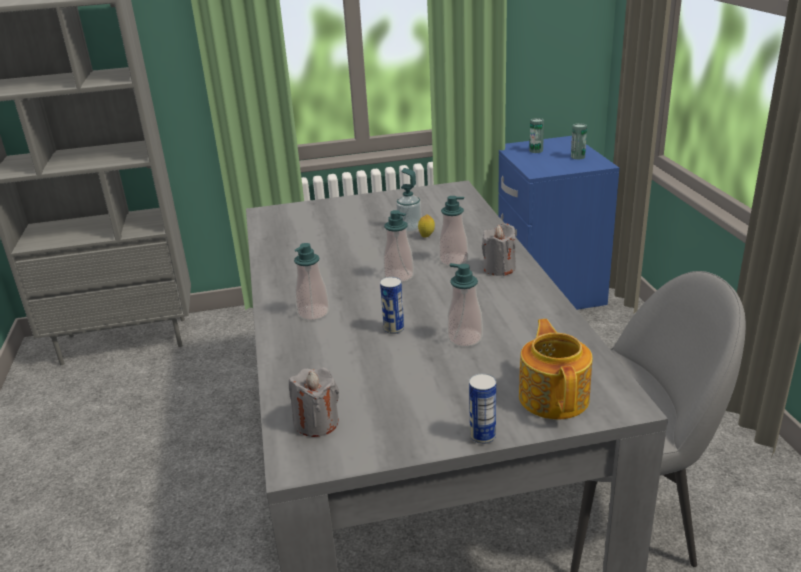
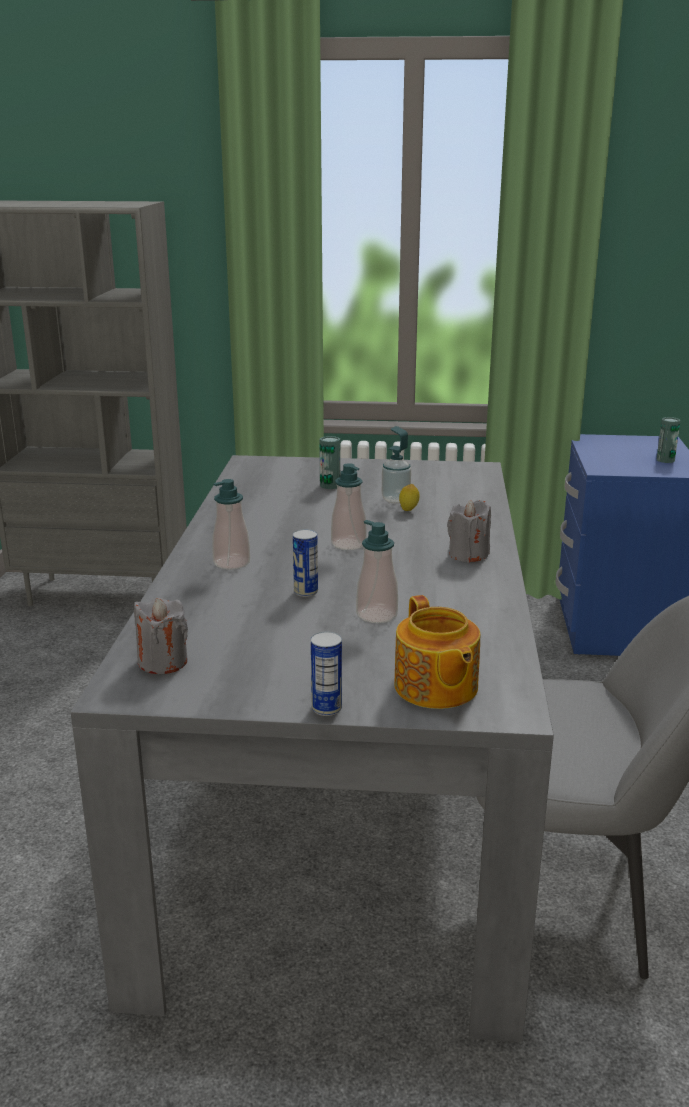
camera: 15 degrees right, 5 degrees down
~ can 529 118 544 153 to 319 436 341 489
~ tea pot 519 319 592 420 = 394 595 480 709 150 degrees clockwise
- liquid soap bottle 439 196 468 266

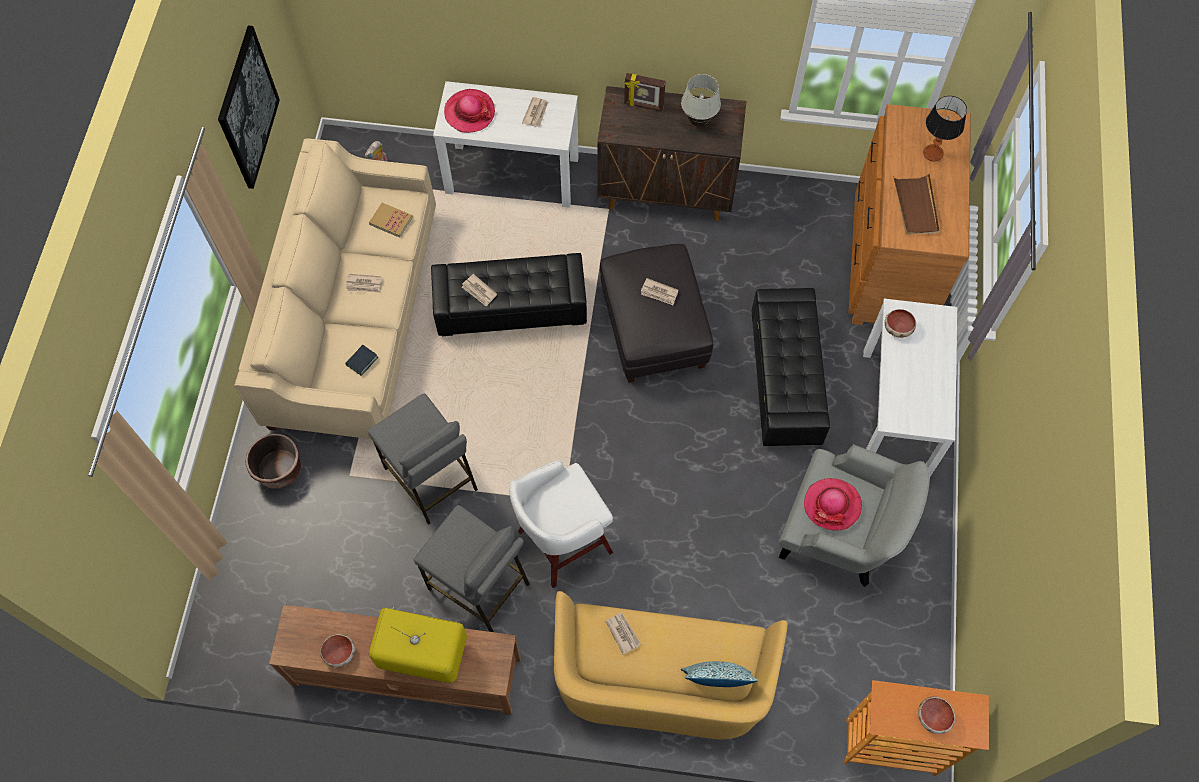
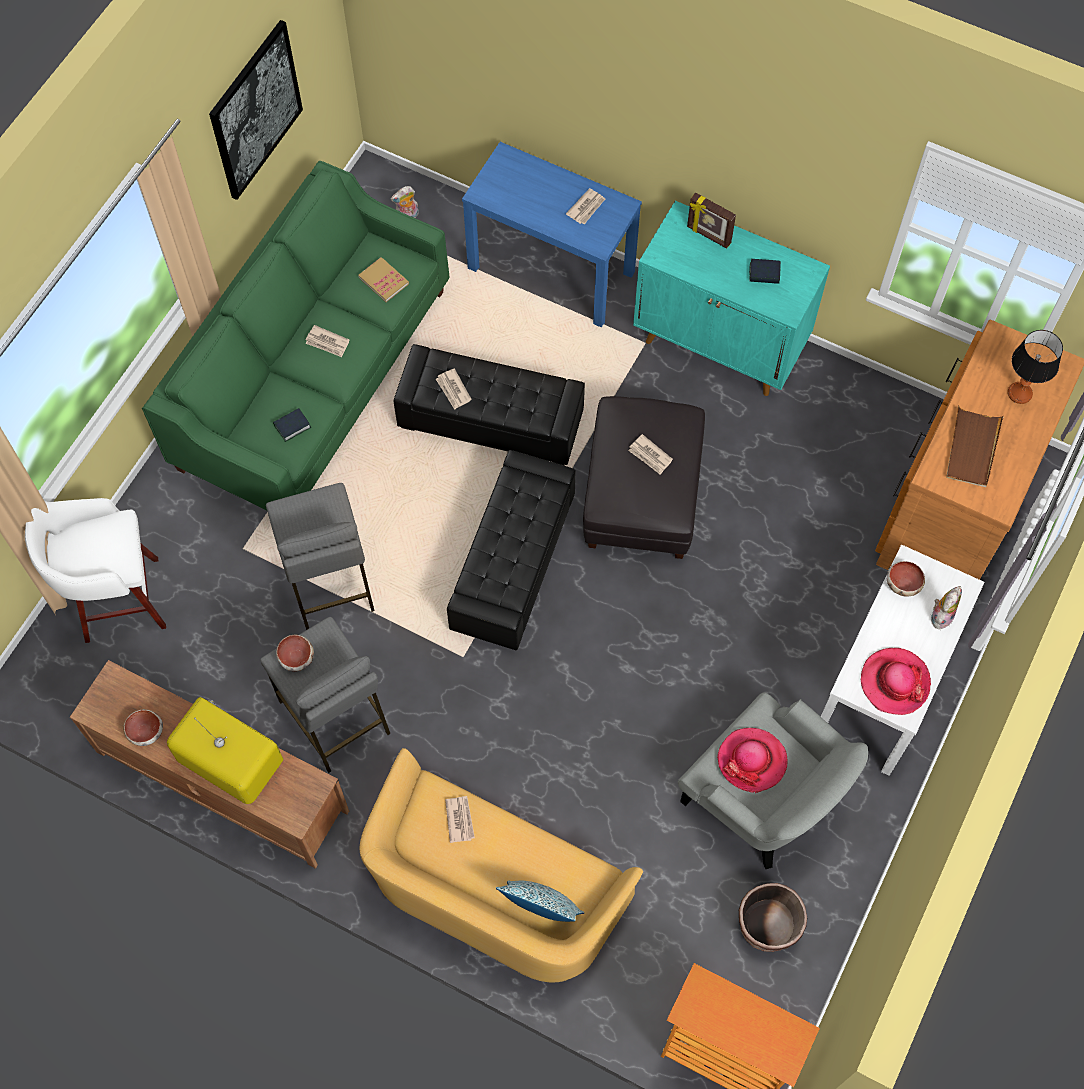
camera: 20 degrees right, 0 degrees up
~ whitish stool 509 460 613 588 to 25 498 166 643
~ beige sofa 234 139 436 439 to green sofa 142 161 449 510
~ bowl 918 696 955 734 to 276 635 314 671
~ black-coloured ottoman 752 288 830 446 to 447 450 576 650
~ whitish narrow table 433 81 579 208 to bluish narrow table 462 142 642 328
~ brown cabinet 597 86 746 221 to blue-green cabinet 633 201 830 396
~ brown planter 245 433 301 488 to 739 883 807 952
~ whitish tabletop lamp 681 74 721 127 to book 749 259 781 284
~ wearable hat 444 89 495 133 to 861 648 931 715
+ cuddly toy 931 586 962 629

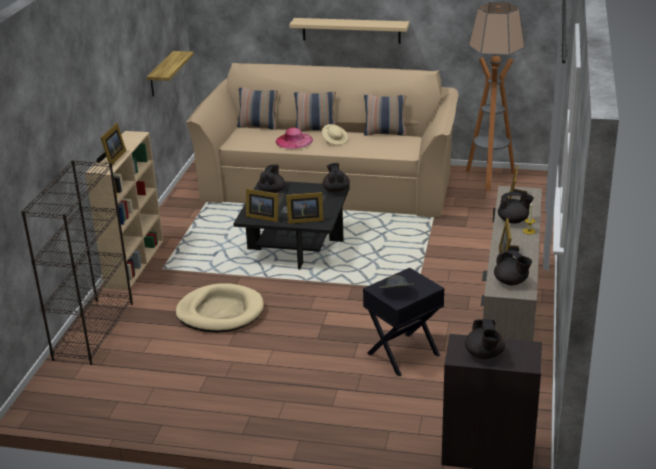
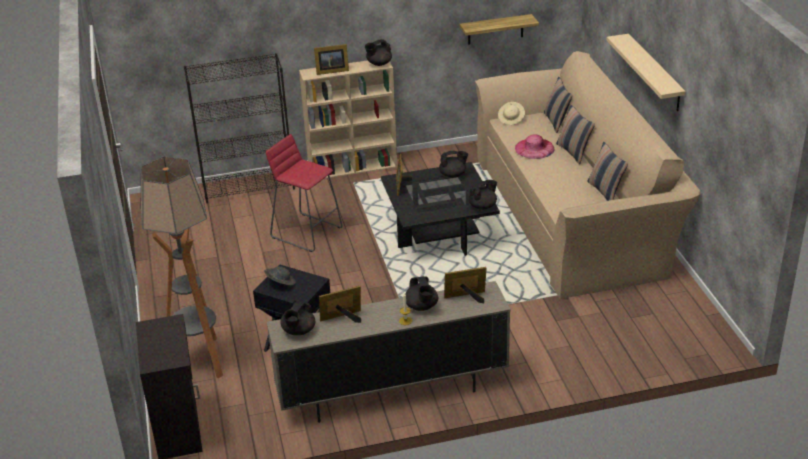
camera: 65 degrees right, 5 degrees up
~ standing lamp 466 2 525 191 to 141 156 223 378
~ beige dog bed 175 283 264 333 to reddish stool 266 134 343 252
~ black-coloured tea pot 465 319 505 359 to 365 39 392 66
~ beige wearable hat 322 124 348 145 to 498 102 525 125
- photo frame 286 192 324 224

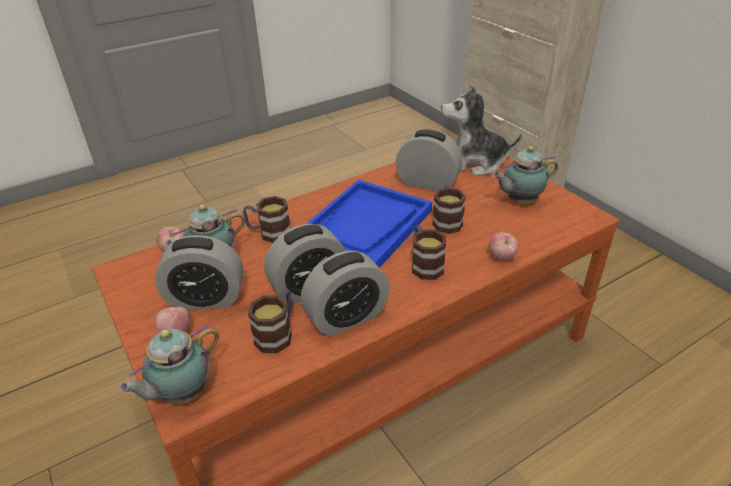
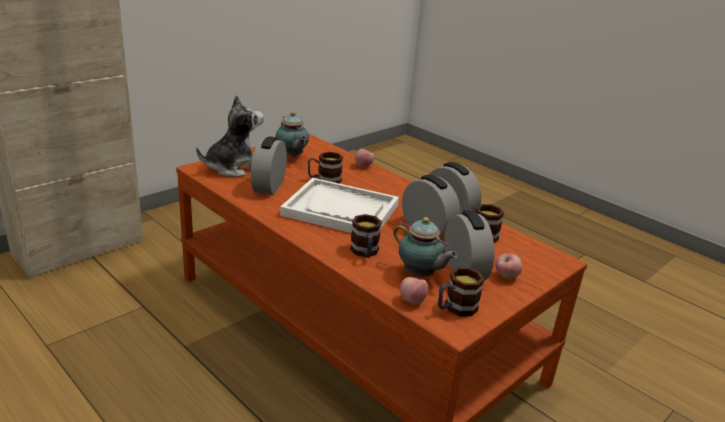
camera: 105 degrees left, 10 degrees down
~ cuddly toy 441 85 522 176 = 196 95 264 177 120 degrees counterclockwise
~ bluish tray 306 179 432 268 to whitish tray 280 178 399 233
~ coffee mug 412 225 446 280 to 438 267 484 316
- tea pot 119 324 219 405

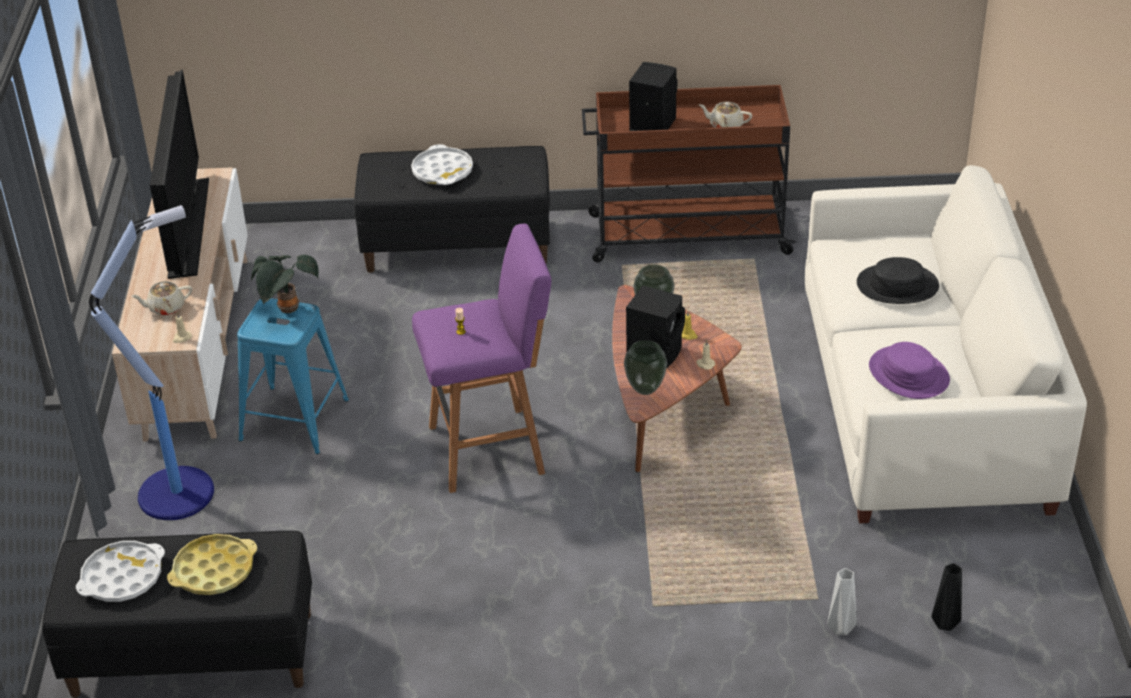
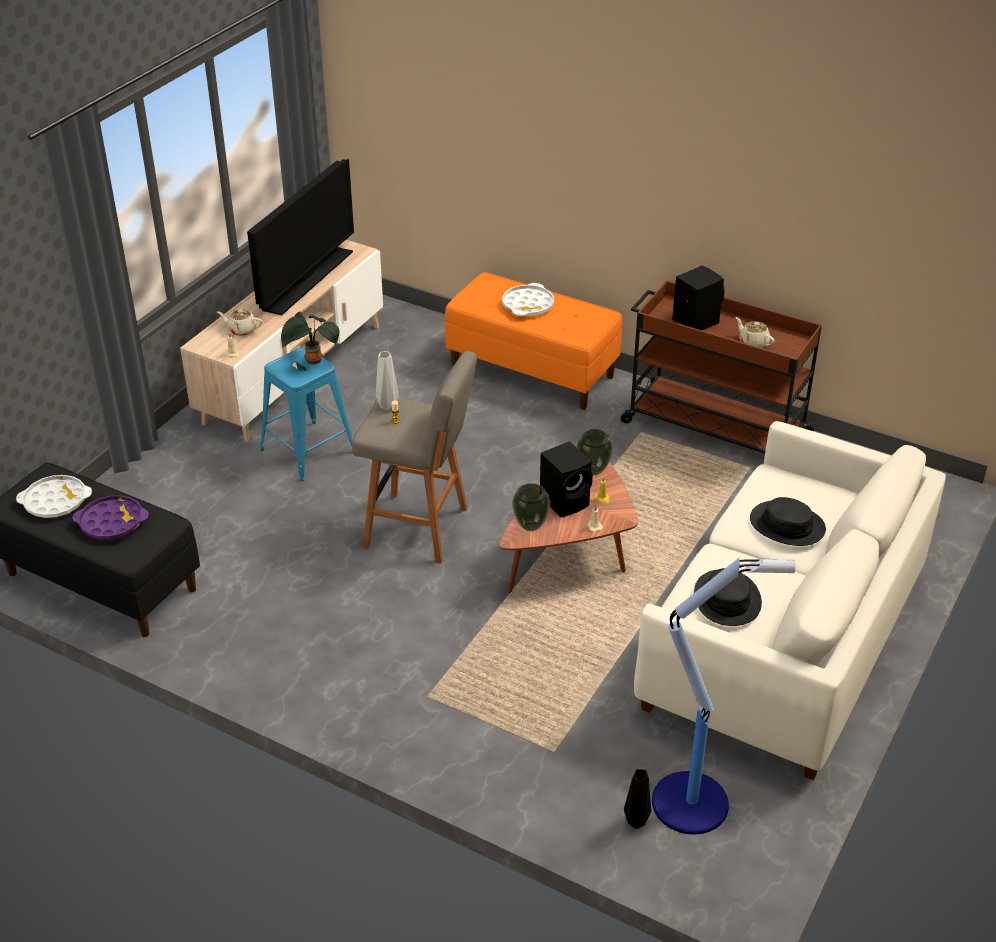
camera: 30 degrees right, 0 degrees up
~ yellow-coloured tray 167 534 257 595 to purple-coloured tray 73 495 149 540
~ purple-coloured stool 412 223 551 493 to gray stool 352 351 477 564
~ gray flower vase 827 568 857 635 to 376 352 399 411
~ black-coloured indoor bench 354 146 550 273 to orange-coloured indoor bench 445 272 622 410
~ standing lamp 89 205 214 520 to 652 558 796 834
~ purple-coloured wearable hat 869 342 950 399 to black-coloured wearable hat 694 568 762 626

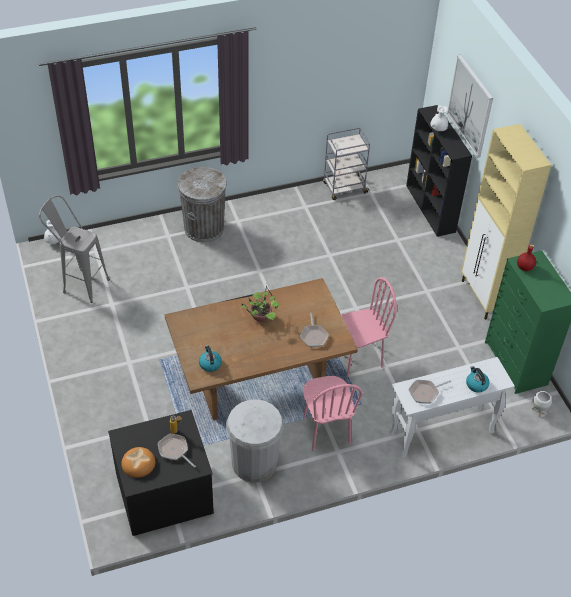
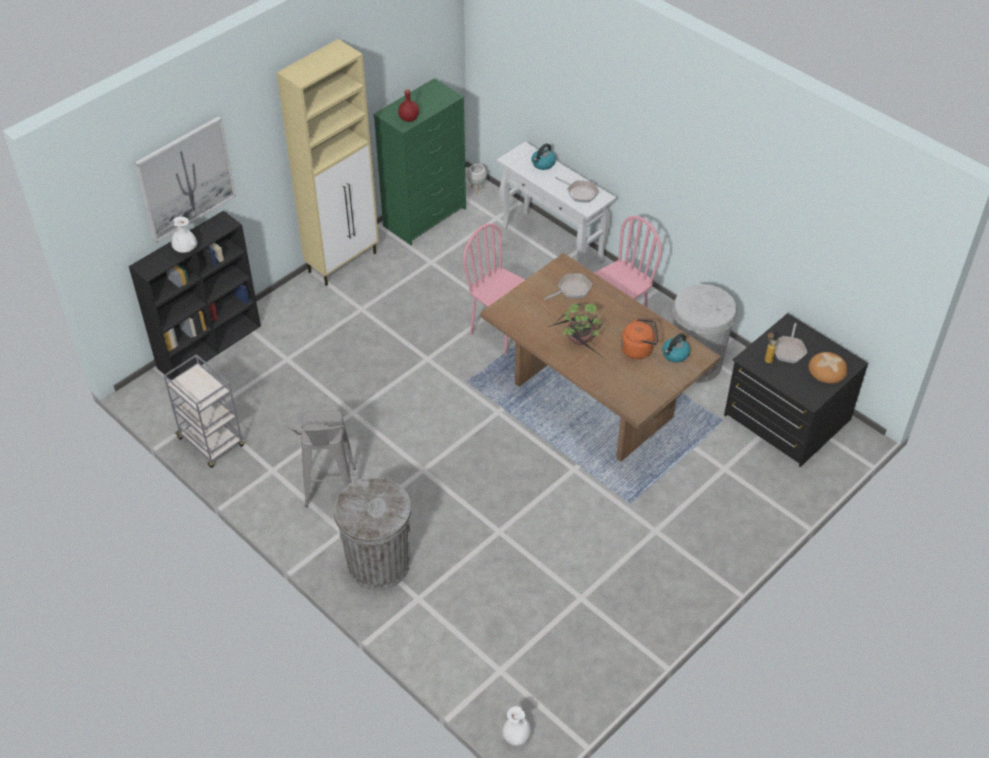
camera: 115 degrees left, 0 degrees up
~ gray stool 39 195 110 303 to 288 411 356 507
+ orange-coloured tea kettle 621 319 658 359

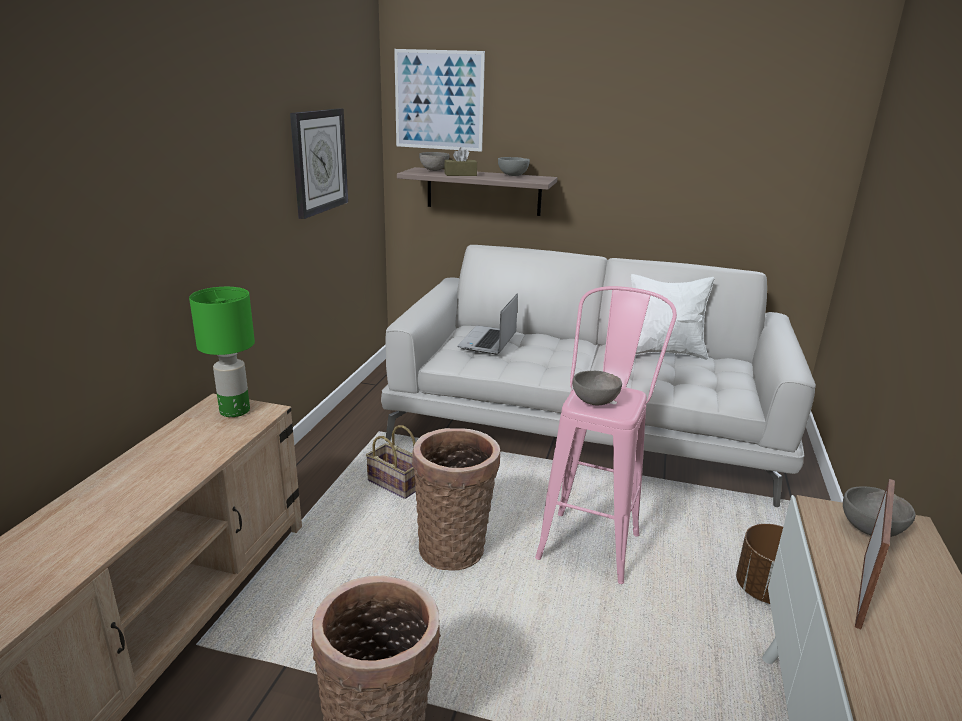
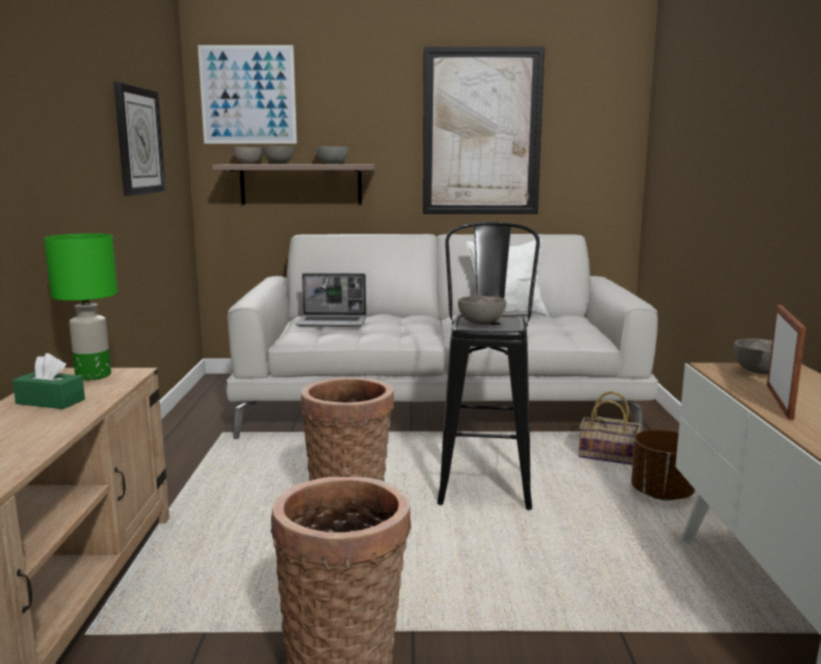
camera: 15 degrees left, 10 degrees down
+ green tissue box 13 353 85 409
~ brown tissue box 444 147 477 176 to gray bowl 263 146 295 164
~ laptop 457 293 518 354 = 296 273 366 327 90 degrees counterclockwise
+ wall art 423 47 545 214
~ pink-coloured stool 535 286 677 584 to black-coloured stool 437 222 540 510
~ household basket 366 425 416 499 to 579 391 641 465

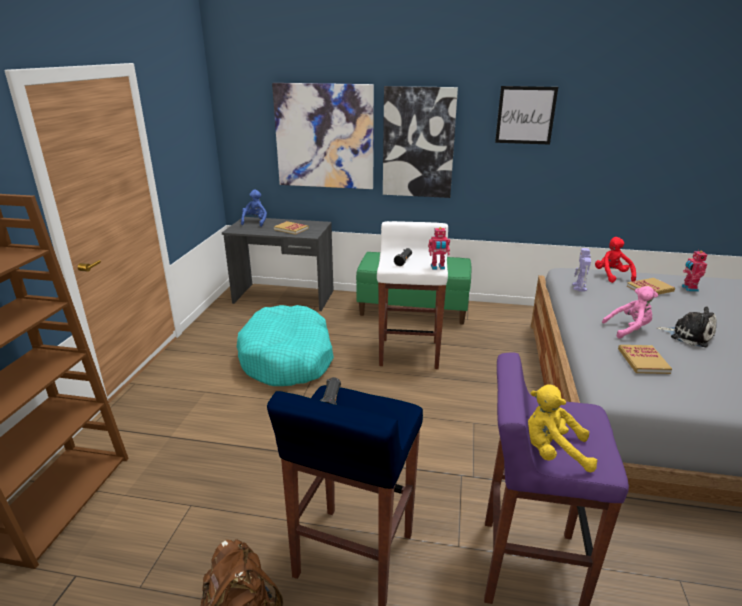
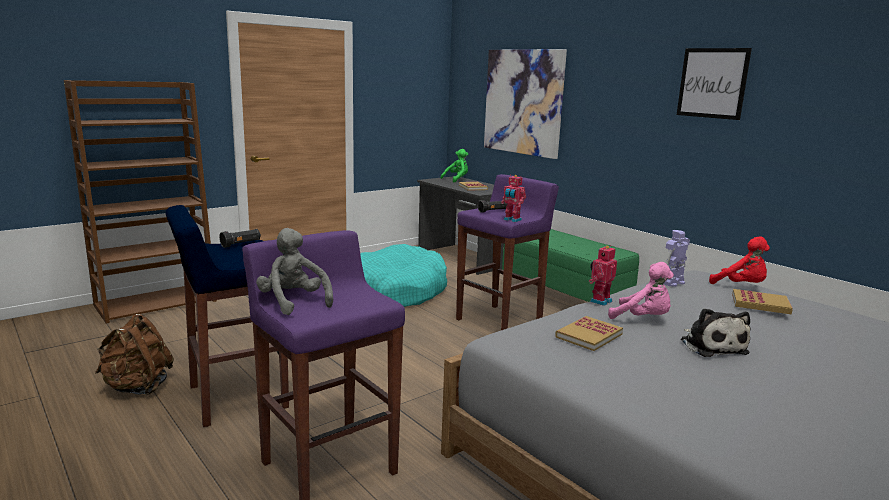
camera: 40 degrees right, 10 degrees down
~ yellow-coloured cuddly toy 528 384 598 473 to gray cuddly toy 256 228 333 315
~ bluish cuddly toy 241 190 267 227 to green cuddly toy 440 149 468 182
~ whitish stool 377 221 448 369 to purple-coloured stool 456 174 559 330
~ robot figure 682 251 707 292 to 589 245 617 306
~ reddish cuddly toy 595 237 636 283 = 709 236 770 284 105 degrees clockwise
- wall art 383 86 458 198

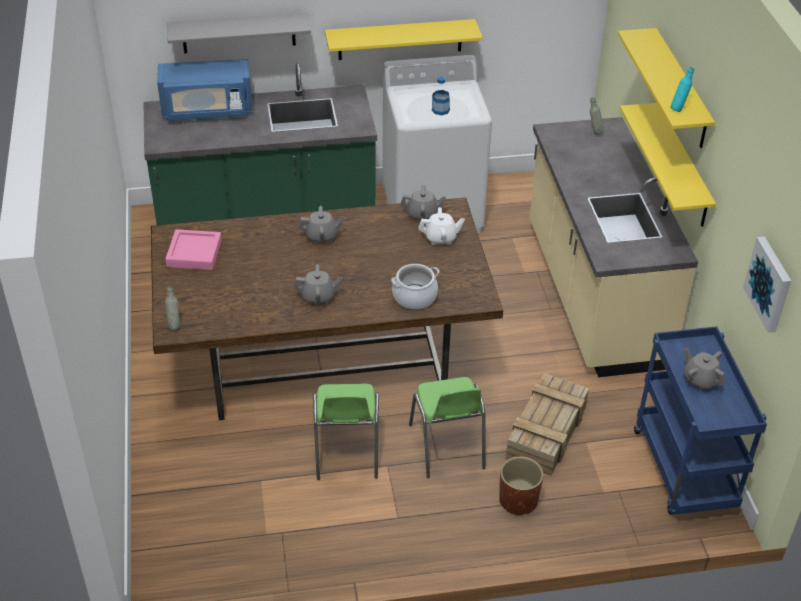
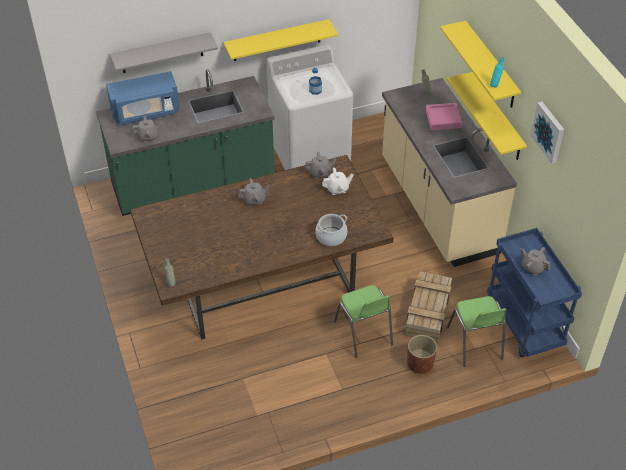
camera: 10 degrees left, 5 degrees up
~ gray tea pot 294 264 342 305 to 132 116 162 142
~ pink-coloured tray 165 229 222 270 to 426 103 462 130
~ green chair 313 384 379 480 to 447 296 506 367
~ wall art 743 236 791 332 to 531 102 564 164

